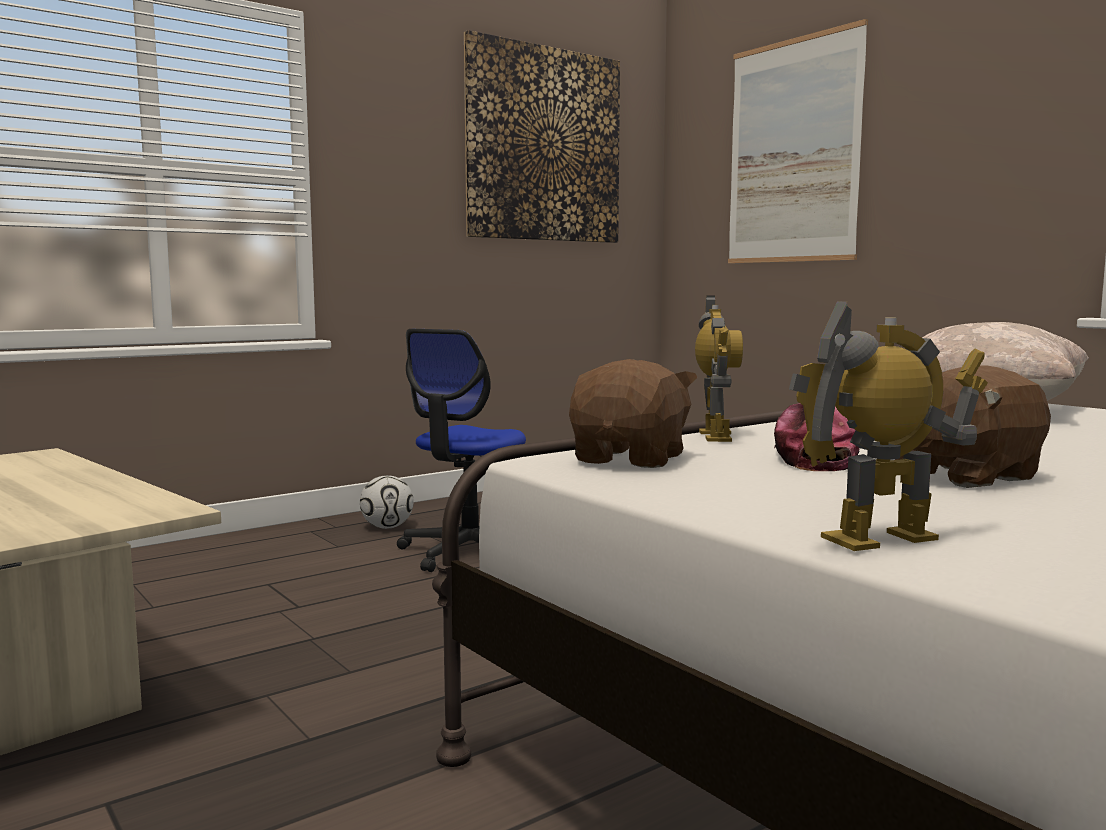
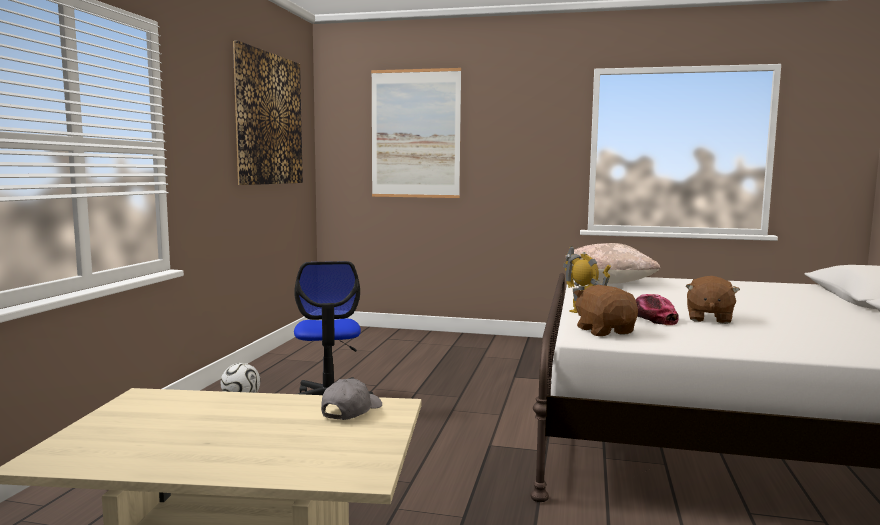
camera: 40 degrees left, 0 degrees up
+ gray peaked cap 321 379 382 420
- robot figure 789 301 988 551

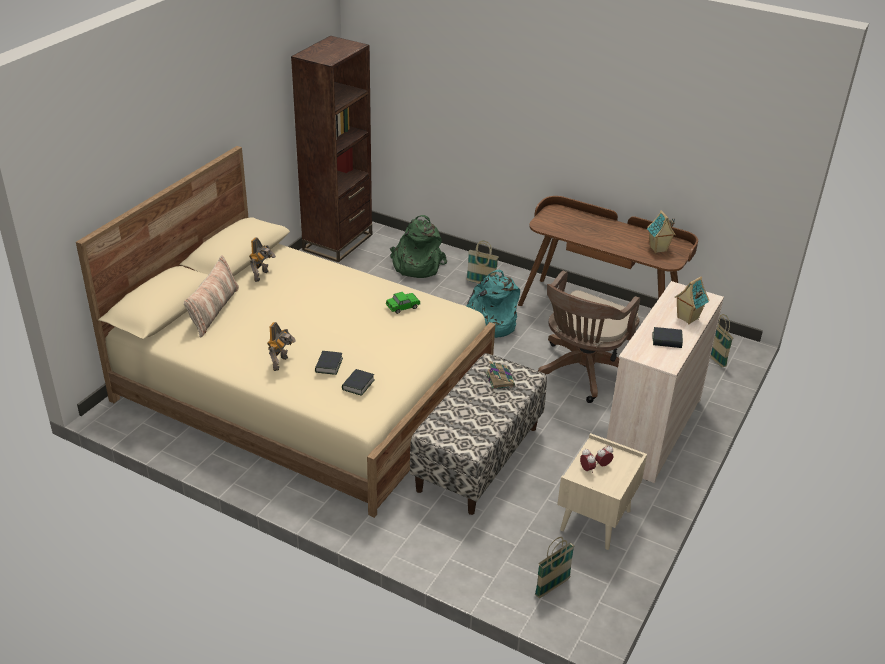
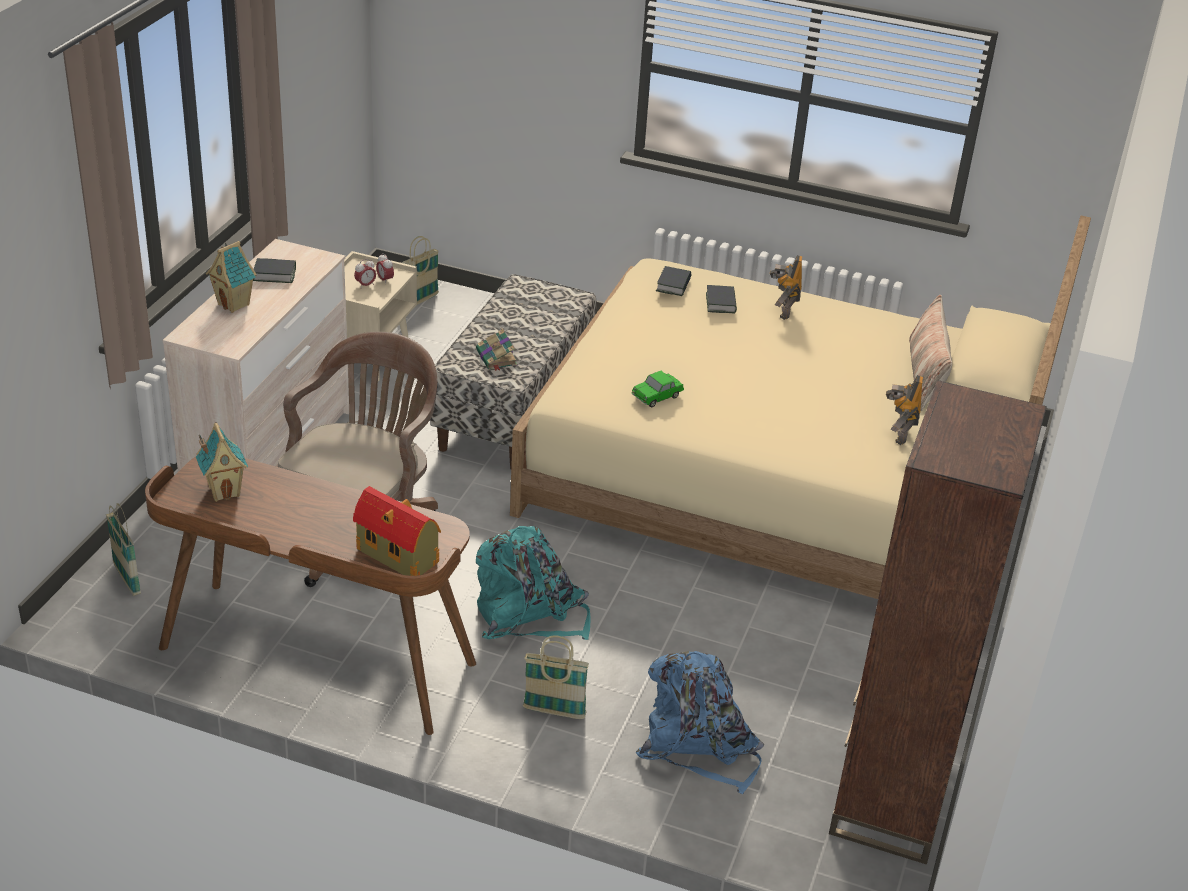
camera: 170 degrees right, 0 degrees up
+ toy house 353 486 441 576
~ green rucksack 390 215 447 278 to bluish rucksack 635 651 764 794

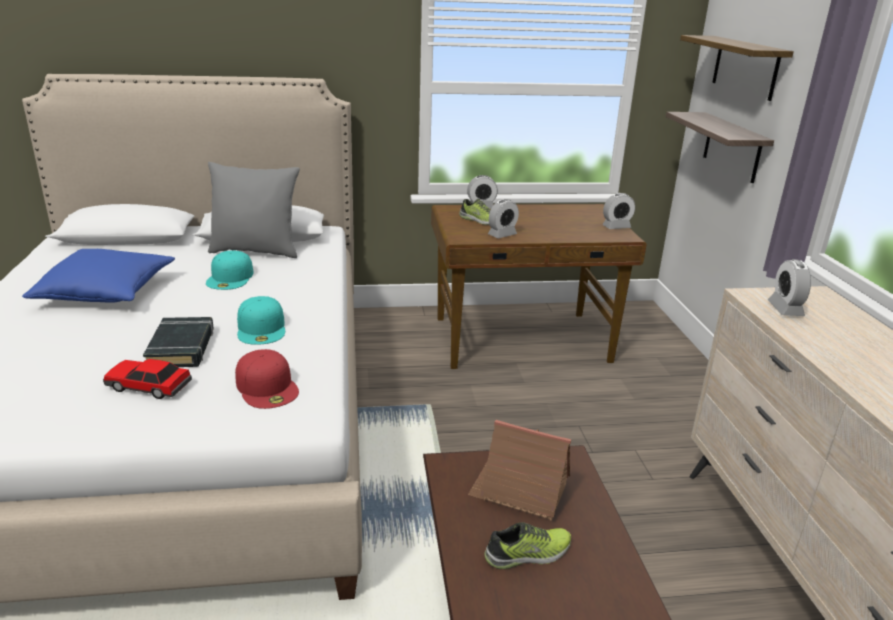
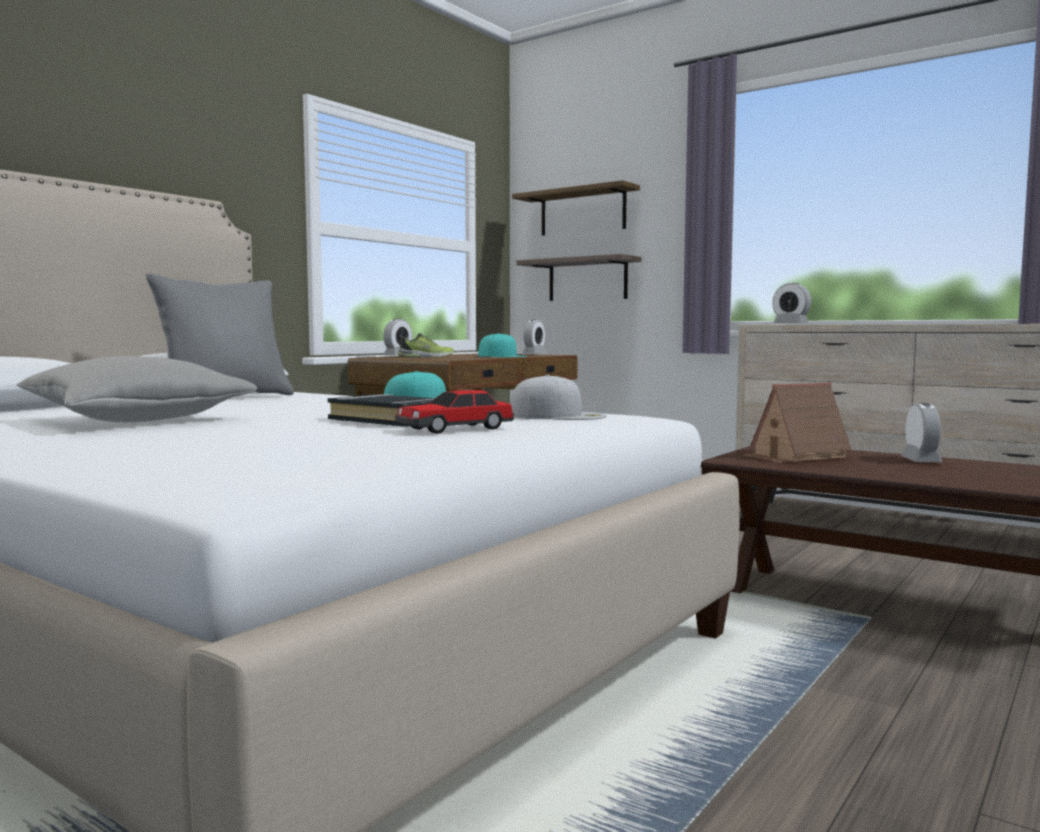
camera: 45 degrees left, 20 degrees down
~ bluish pillow 22 249 175 303 to gray pillow 16 356 257 422
~ blue-green peaked cap 206 250 254 290 to 478 333 527 357
~ reddish peaked cap 235 349 299 409 to whitish peaked cap 510 375 607 420
~ alarm clock 488 199 519 238 to 901 403 942 462
- low shoe 484 522 571 569

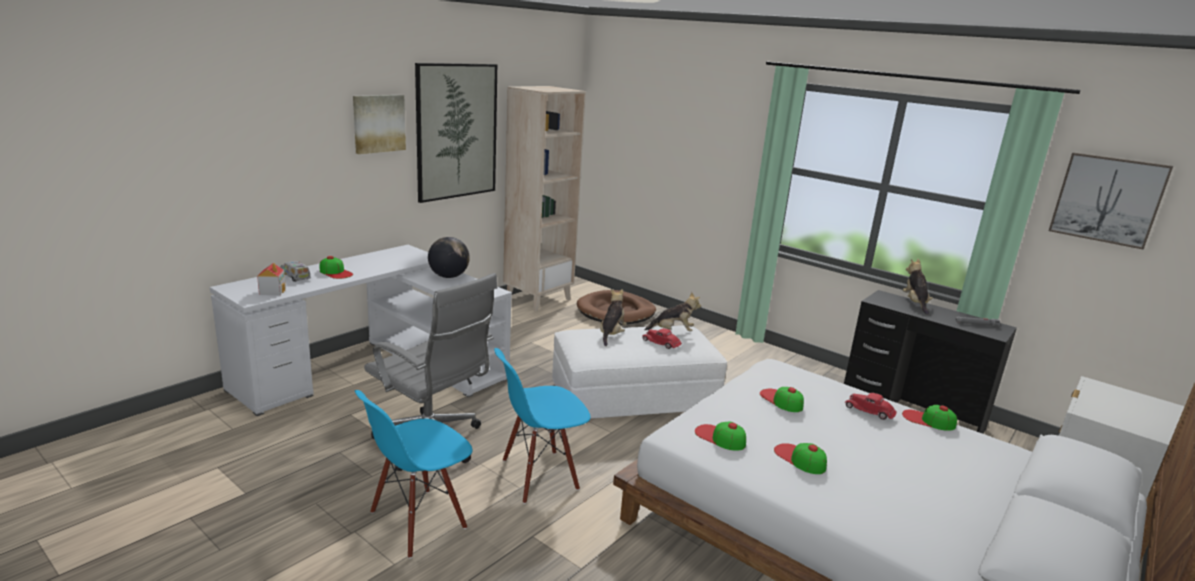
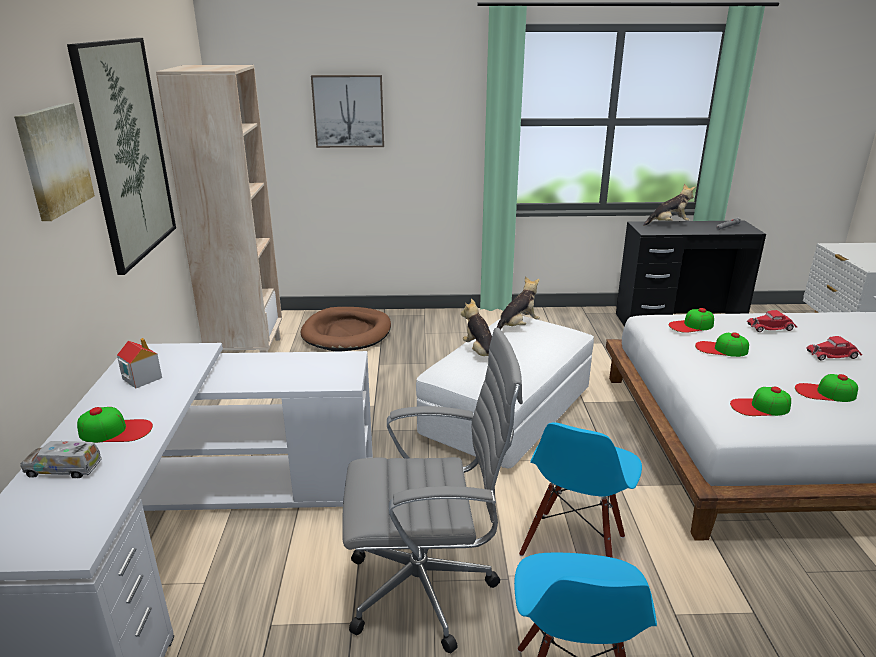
camera: 40 degrees left, 5 degrees up
~ toy house 257 263 286 295 to 117 338 162 388
~ wall art 1049 152 1173 250 to 311 75 384 148
~ cuddly toy 903 259 933 315 = 643 183 695 226 120 degrees clockwise
~ peaked cap 902 405 957 431 to 669 308 714 333
~ reddish miniature car 642 328 682 349 to 807 336 862 361
- world globe 428 237 470 278

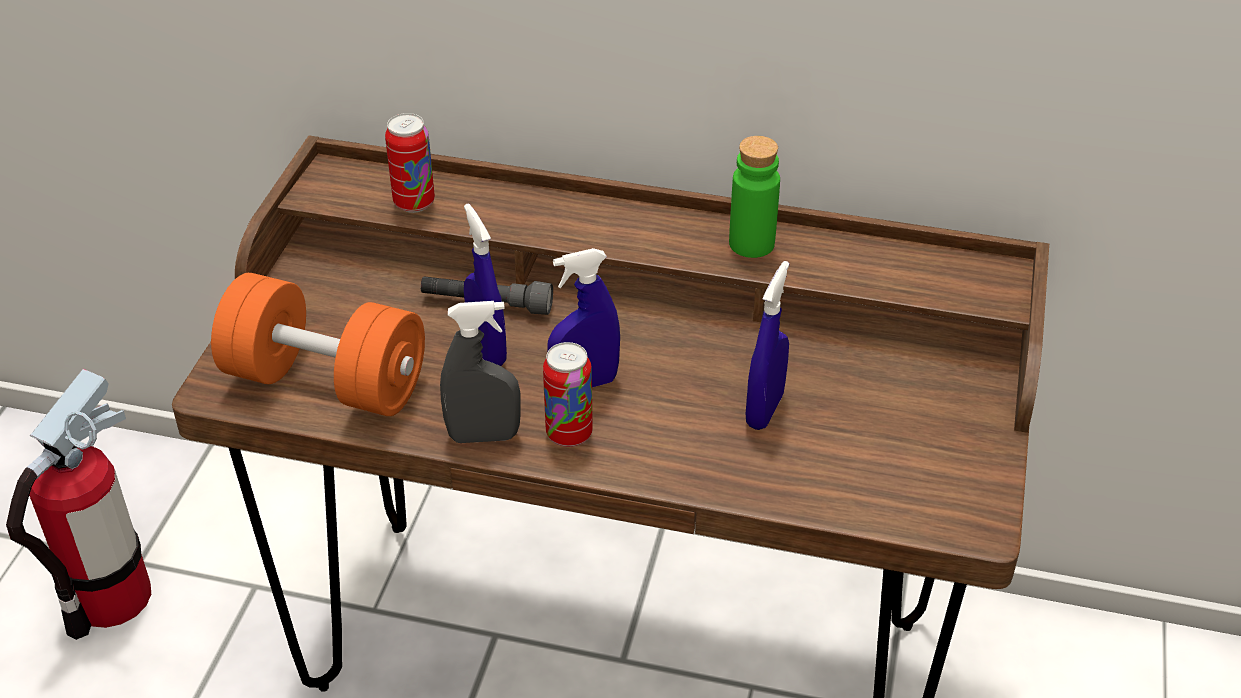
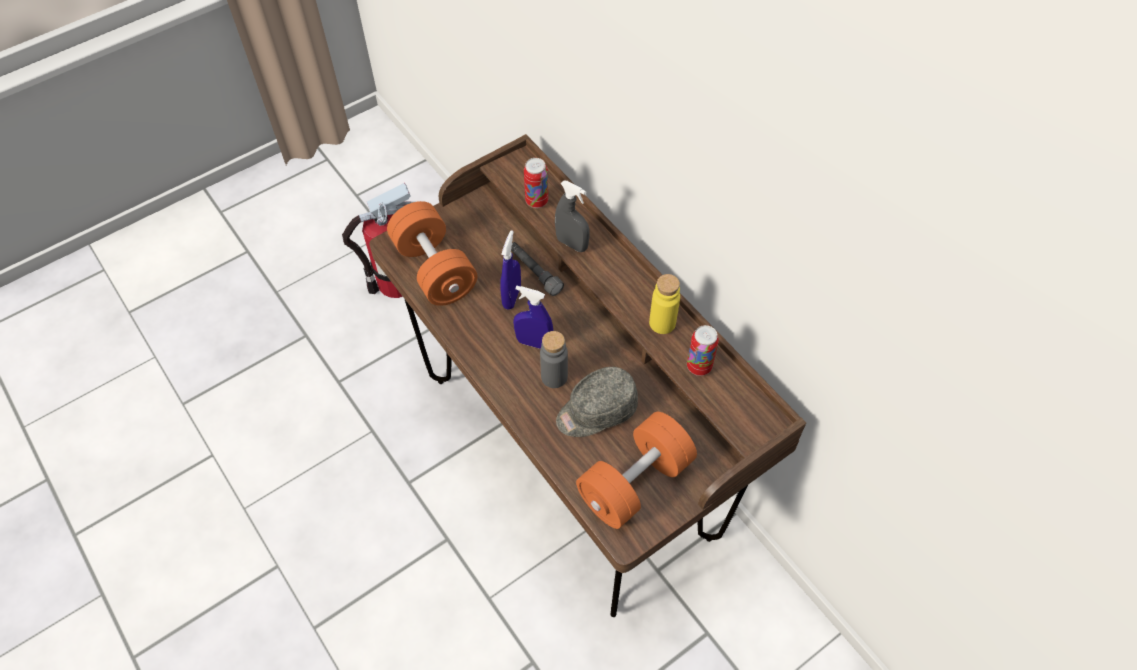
camera: 40 degrees right, 15 degrees up
+ gray drink bottle 540 331 568 388
~ gray hand sprayer 440 301 521 443 to 555 180 590 252
~ bluish hand sprayer 746 261 789 430 to gray peaked cap 556 367 638 437
+ orange-coloured free weight 576 412 697 529
~ green drink bottle 729 136 780 258 to yellow-coloured drink bottle 649 274 680 334
~ can 543 342 593 447 to 687 325 719 376

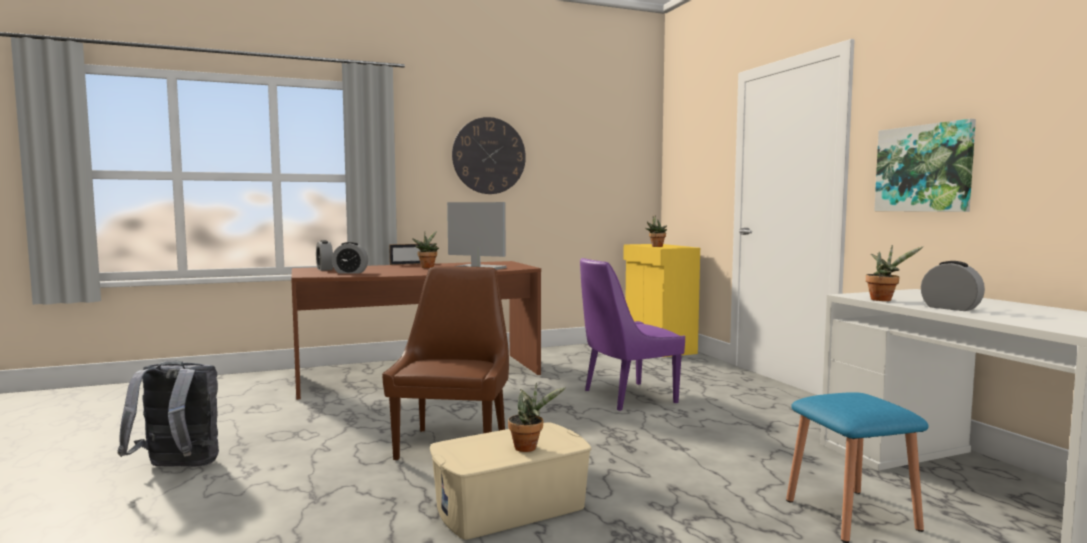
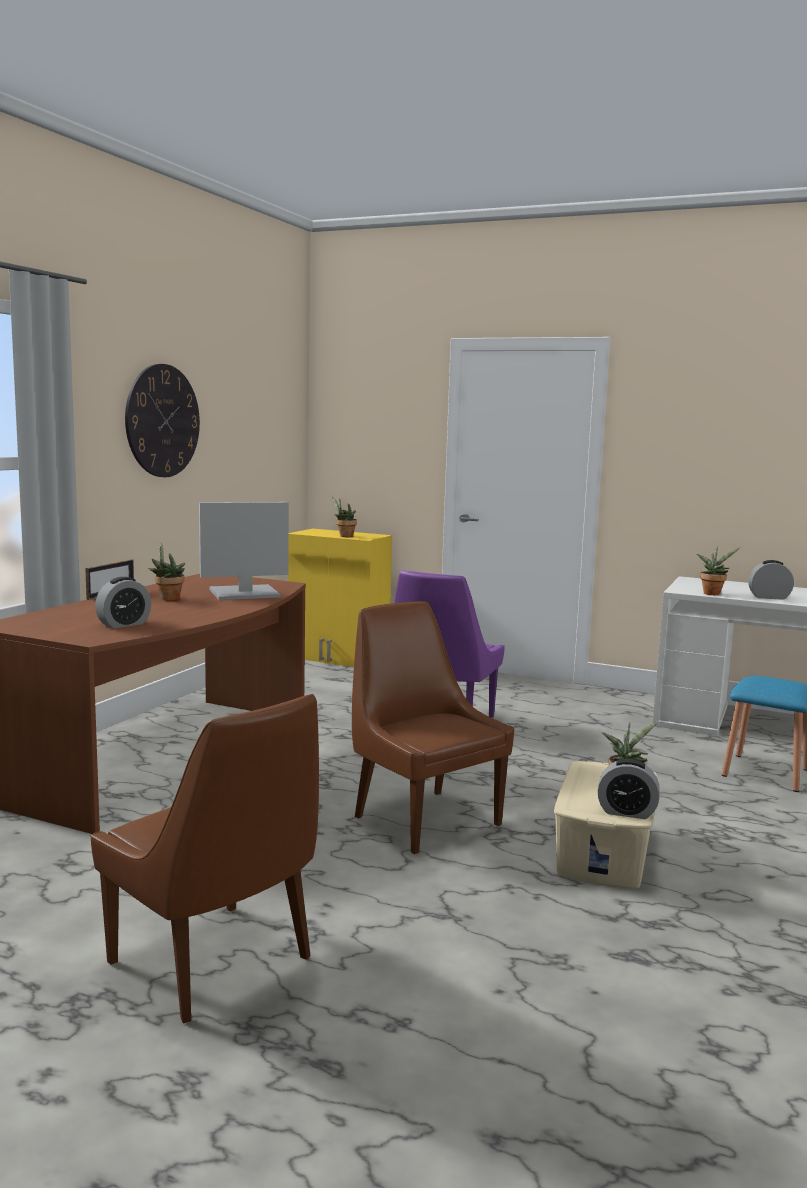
camera: 45 degrees left, 5 degrees up
~ gray rucksack 117 360 219 467 to brown chair 90 694 319 1023
~ alarm clock 316 240 333 271 to 598 759 660 819
- wall art 874 119 976 212

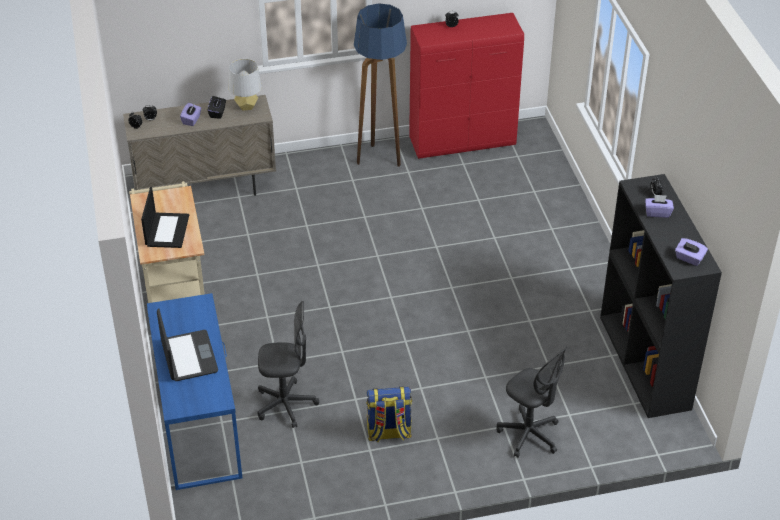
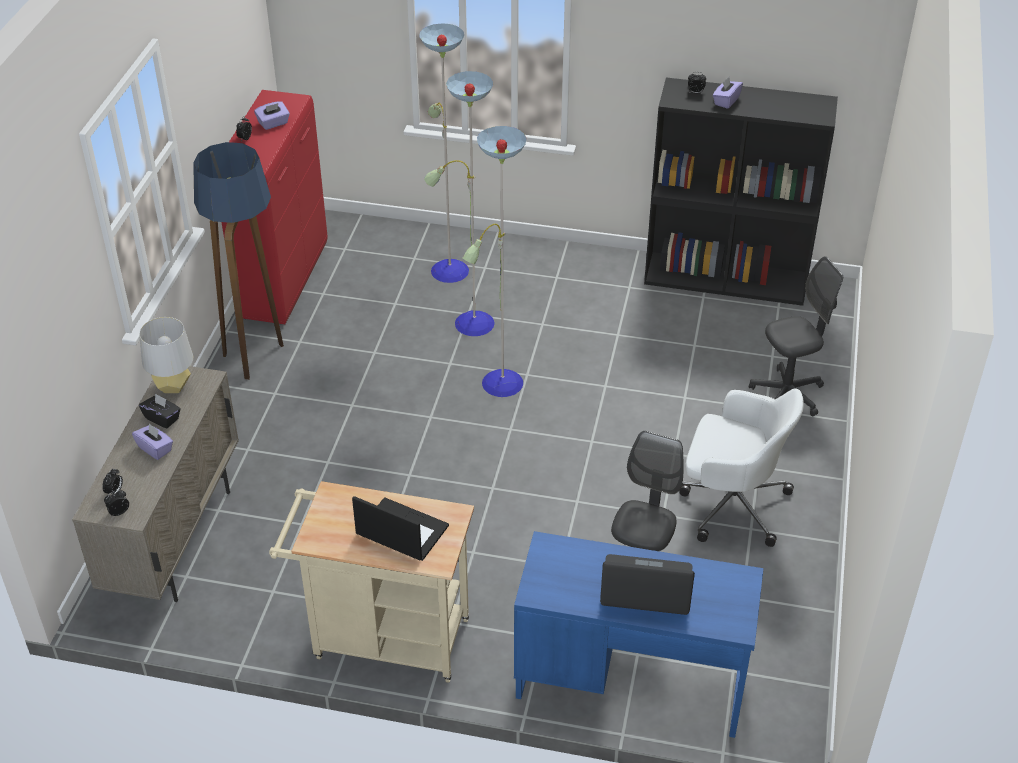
camera: 65 degrees left, 0 degrees up
~ purple-coloured tissue box 675 238 708 266 to 254 102 290 130
+ standing lamp 420 23 527 397
~ rucksack 366 386 412 442 to whitish office chair 679 388 804 547

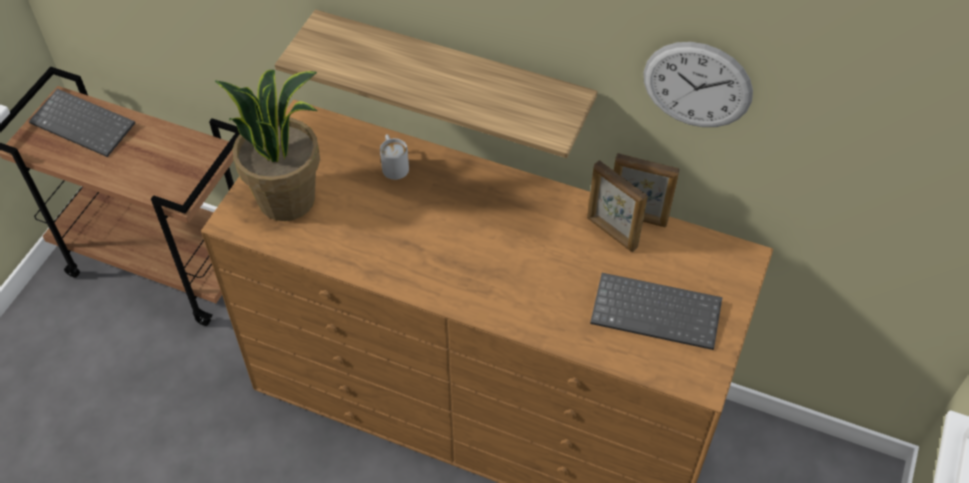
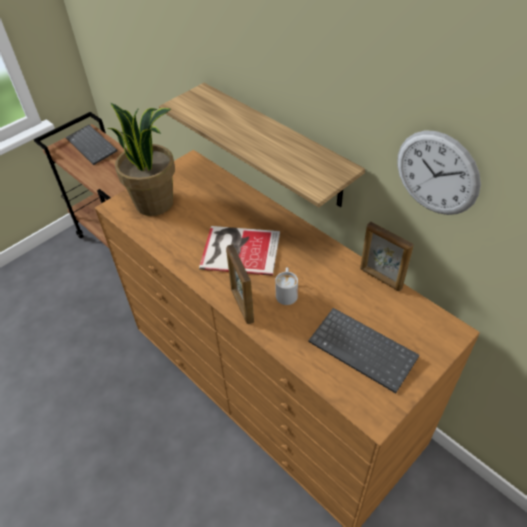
camera: 25 degrees right, 5 degrees down
+ book 199 226 280 276
~ photo frame 587 160 648 252 to 226 244 254 324
~ whitish coffee mug 380 134 409 180 to 275 267 298 305

